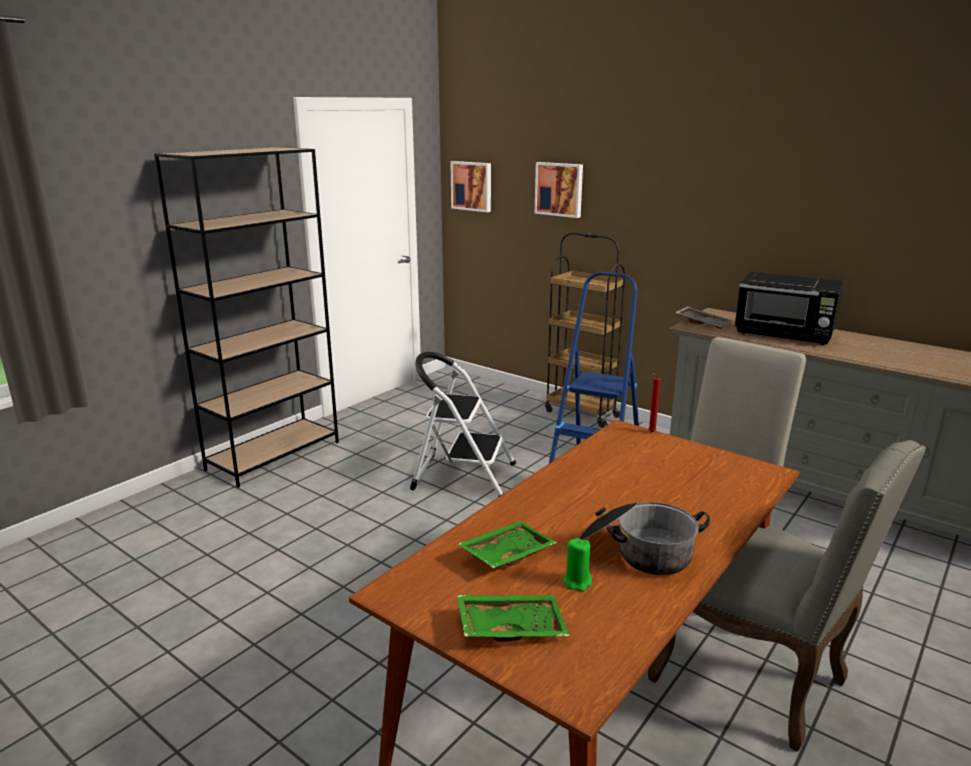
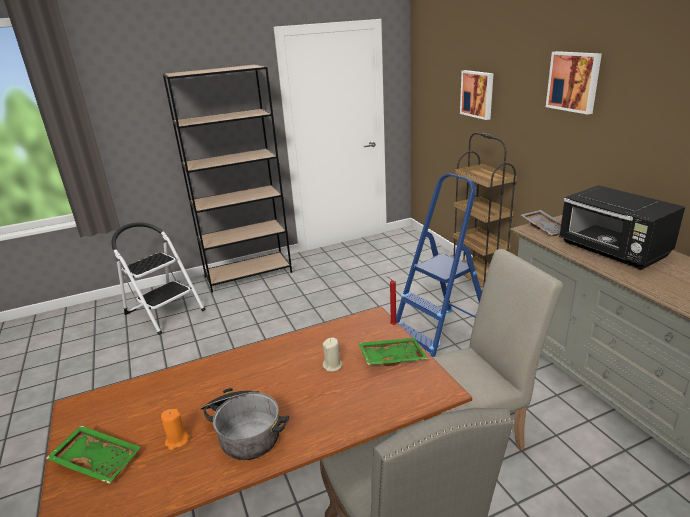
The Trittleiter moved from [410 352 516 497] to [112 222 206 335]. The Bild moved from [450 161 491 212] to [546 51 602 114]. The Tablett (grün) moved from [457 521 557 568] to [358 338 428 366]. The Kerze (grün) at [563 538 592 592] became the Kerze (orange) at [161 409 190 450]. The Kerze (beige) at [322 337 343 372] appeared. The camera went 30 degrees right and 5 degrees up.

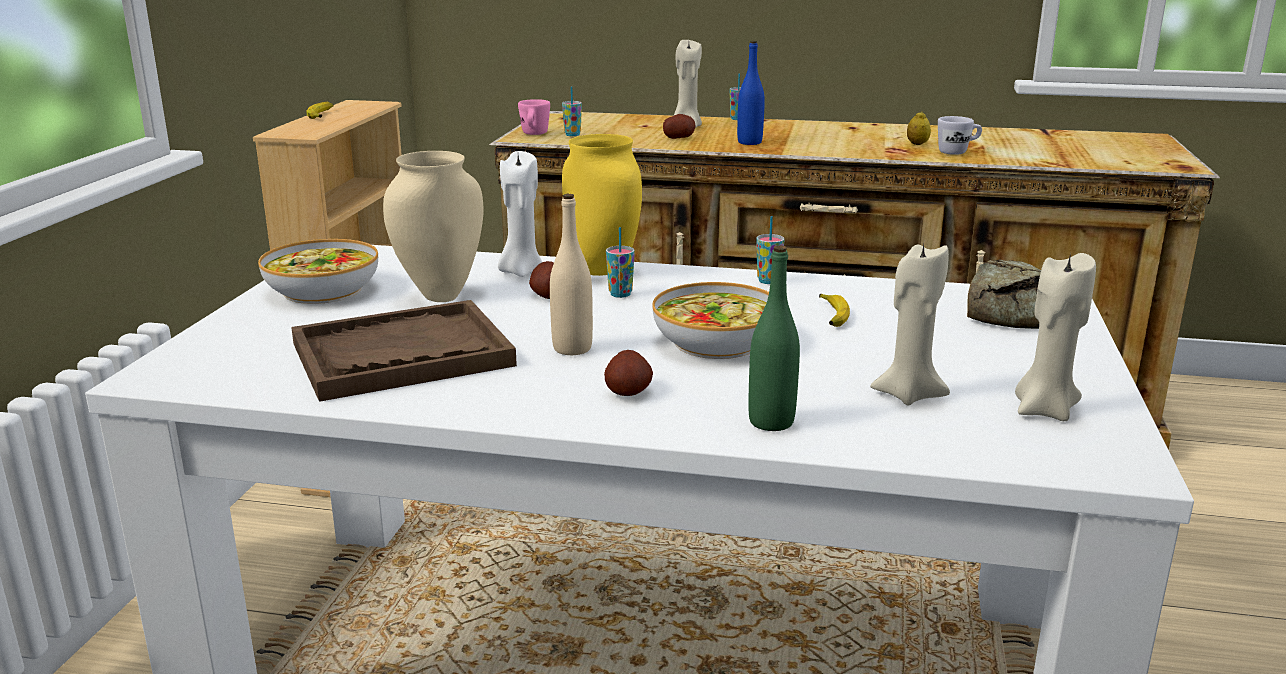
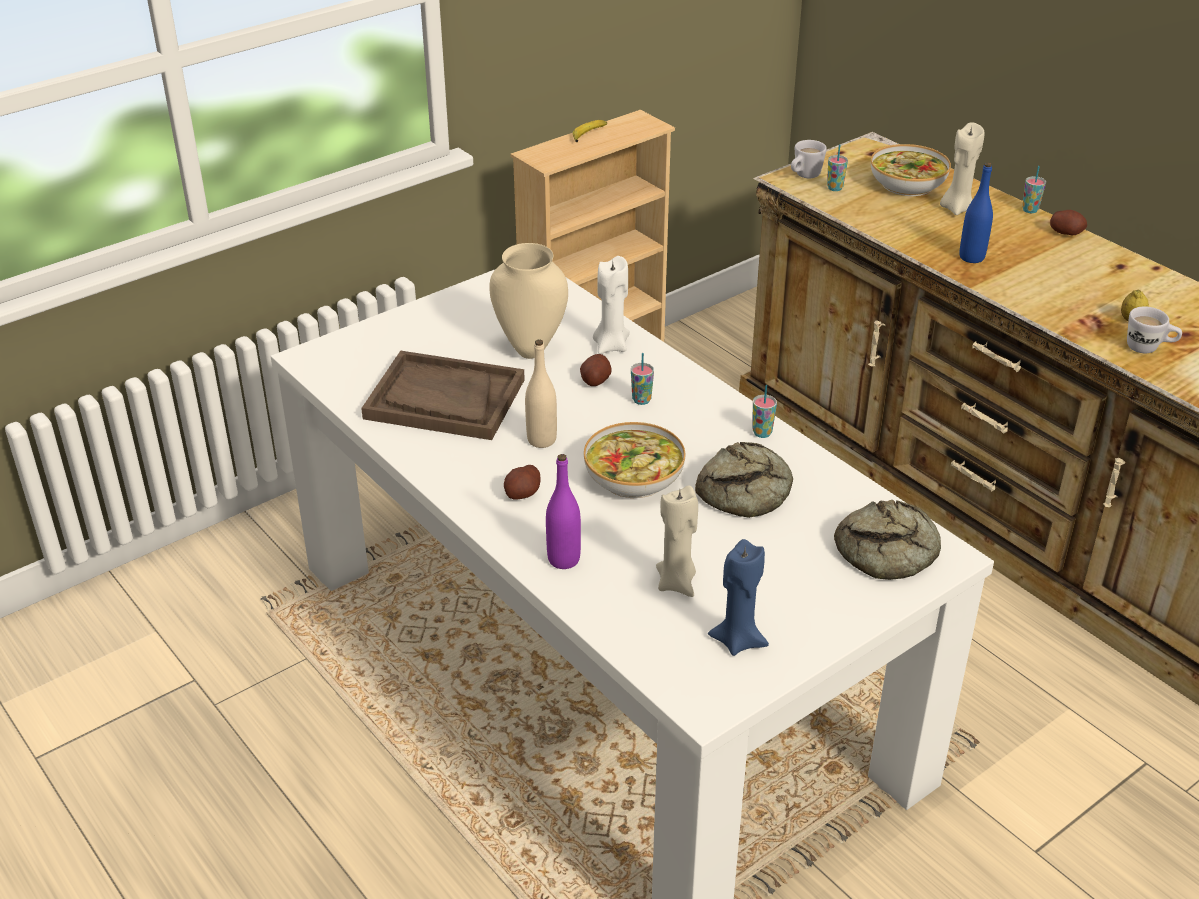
The Schüssel moved from [258 239 378 304] to [871 144 951 196]. The Henkelbecher (rosa) at [518 99 550 135] became the Henkelbecher (weiß) at [791 140 827 178]. The Vase (gelb) at [562 134 642 276] disappeared. The Kartoffel moved from [663 114 695 139] to [1050 210 1087 235]. The Flasche (grün) at [748 245 800 431] became the Flasche (lila) at [546 454 581 569]. The Banane at [819 294 850 327] was replaced by the Brot at [695 442 793 518]. The Kerze (beige) at [1015 253 1096 421] became the Kerze (blau) at [708 539 769 656]. The camera went 40 degrees right and 15 degrees up.

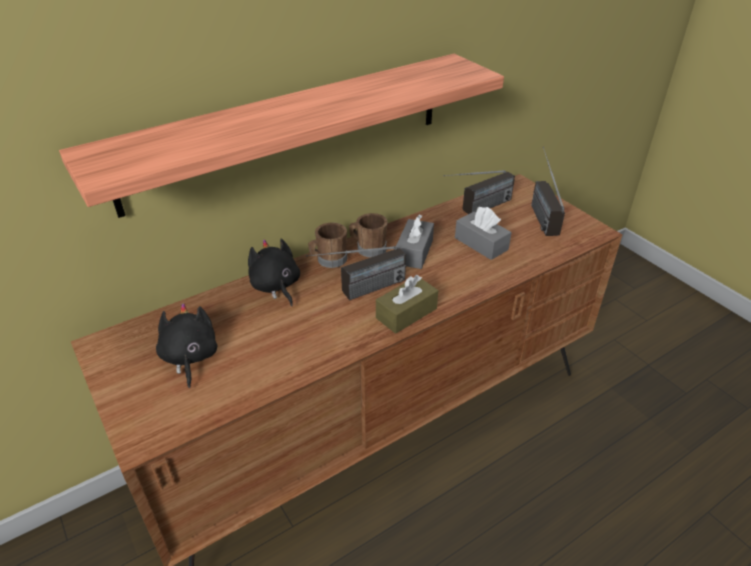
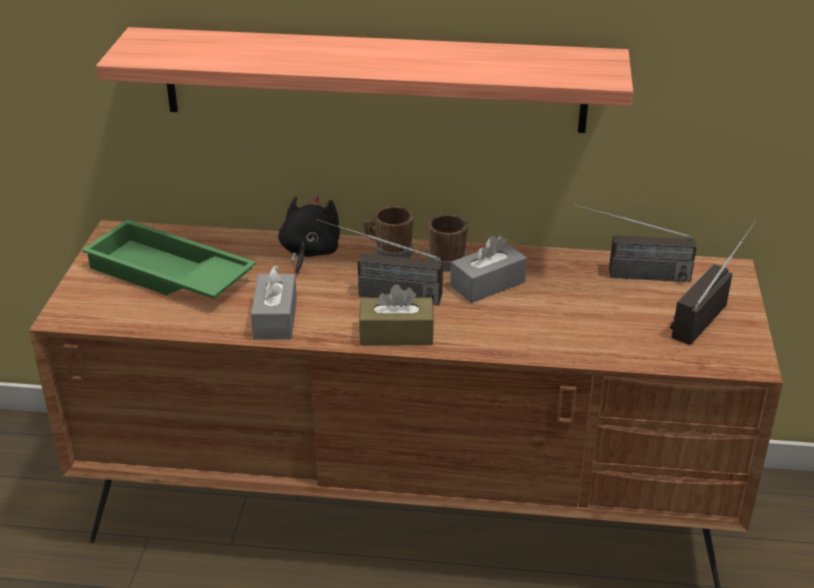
The Plüschtier (schwarz) at [156 303 217 388] was replaced by the Tablett (grün) at [82 220 257 299]. The Taschentuchbox (grau) moved from [455 207 512 260] to [251 265 297 340]. The camera went 40 degrees right and 5 degrees down.

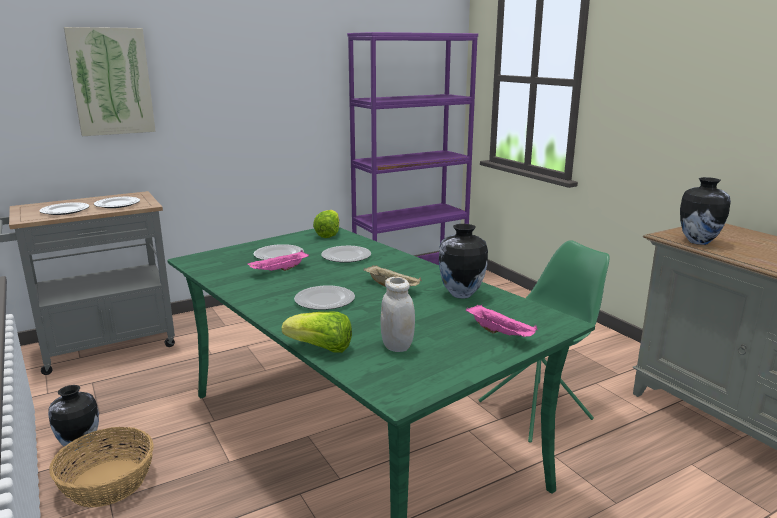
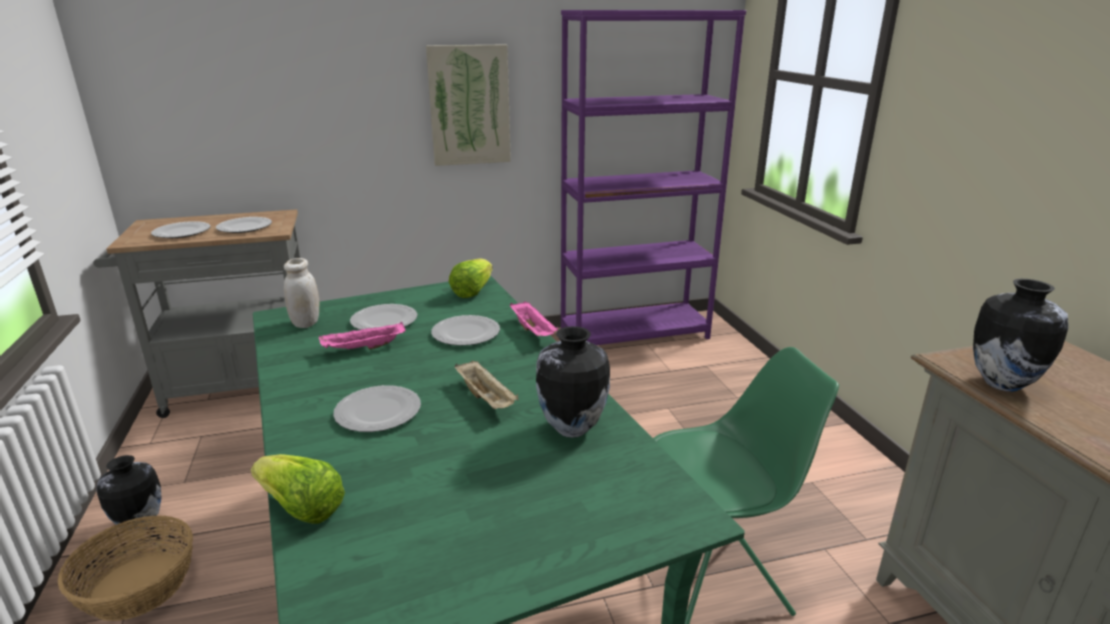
The Bild moved from [64 27 156 136] to [426 44 511 166]. The Vorratsglas (weiß) moved from [381 277 415 352] to [284 258 319 328]. The Tablett (rosa) moved from [466 305 537 337] to [510 301 558 336]. The camera went 15 degrees right and 5 degrees up.

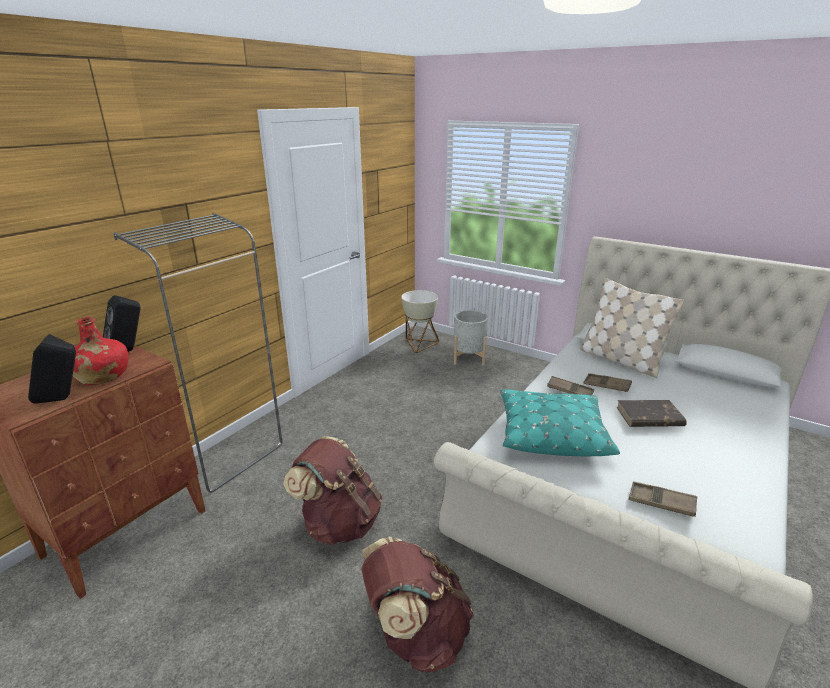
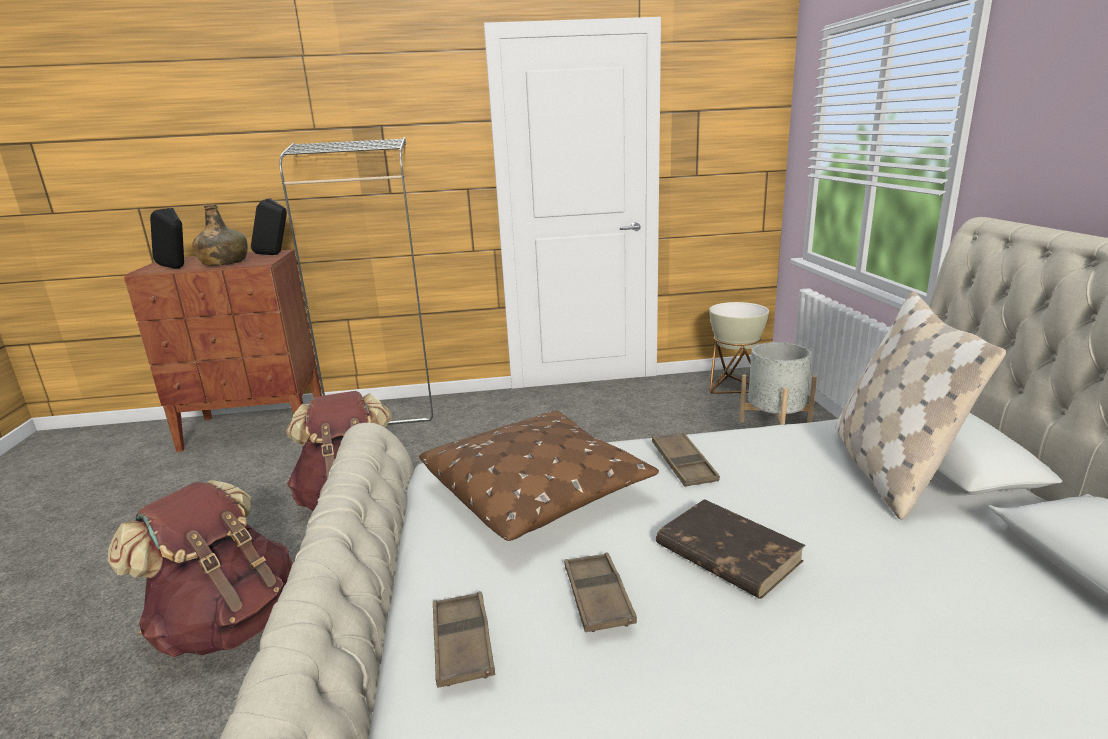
The Flasche (rot) at [73 317 128 385] became the Flasche (grün) at [192 204 248 266]. The Kissen (türkis) at [500 389 620 456] became the Kissen (braun) at [419 410 659 541]. The Tablett (braun) moved from [584 373 632 392] to [564 552 637 632]. The camera went 50 degrees right and 5 degrees down.

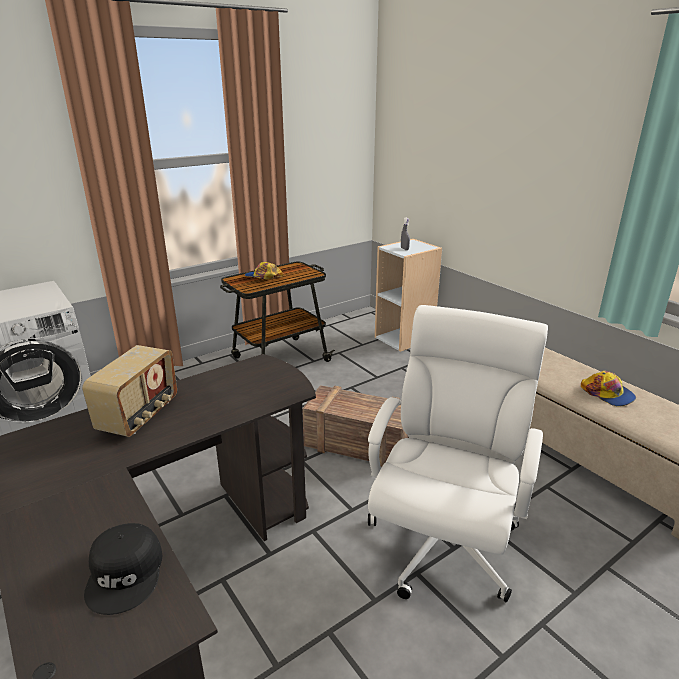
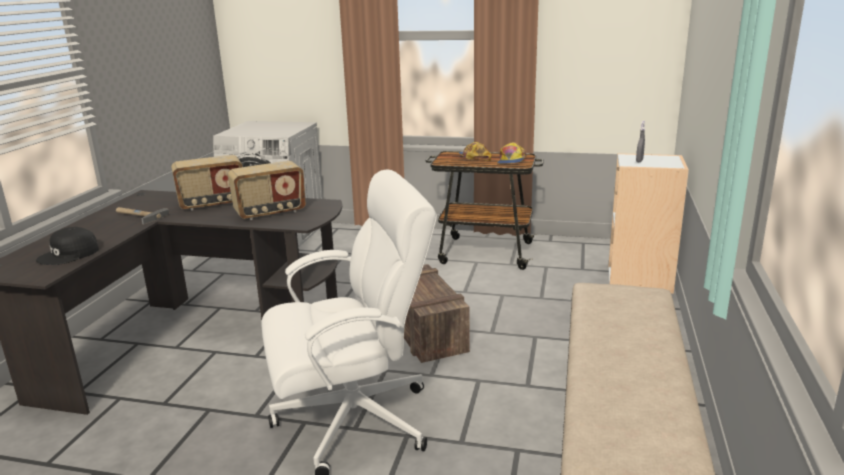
The Kappe moved from [581 371 636 406] to [497 142 527 164]. The Hammer at [116 207 169 225] appeared. The Radio at [228 161 306 220] appeared. The camera went 50 degrees right and 5 degrees down.

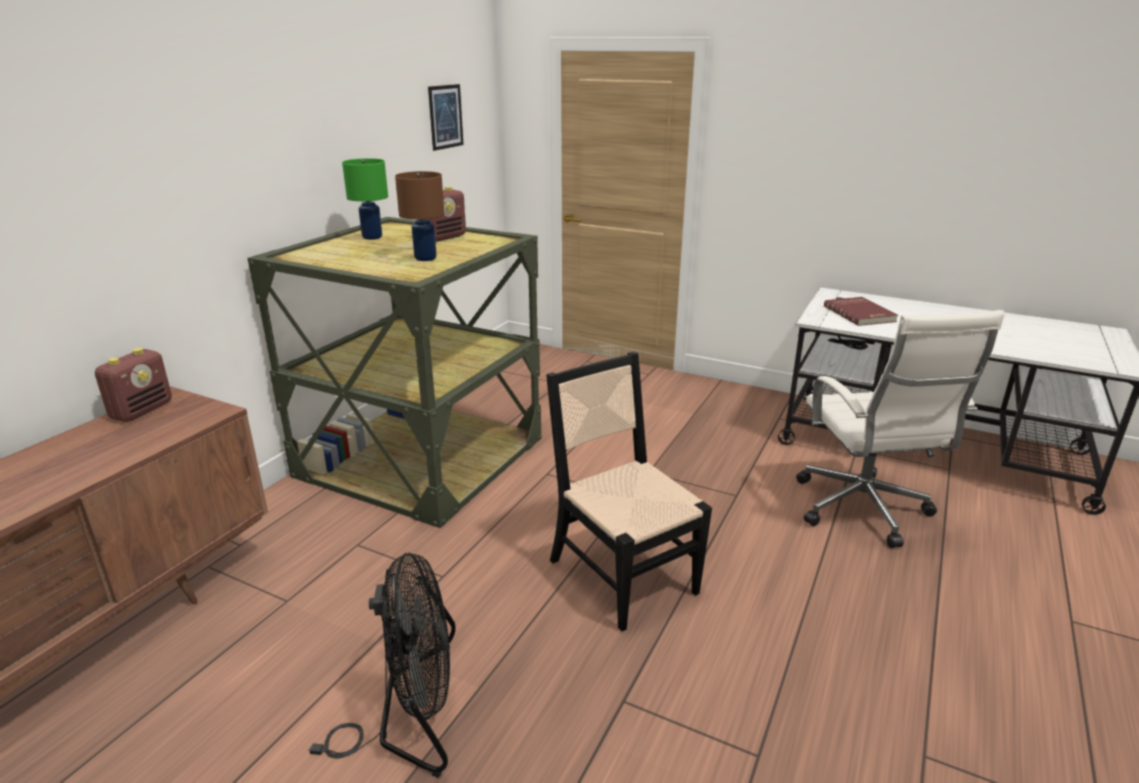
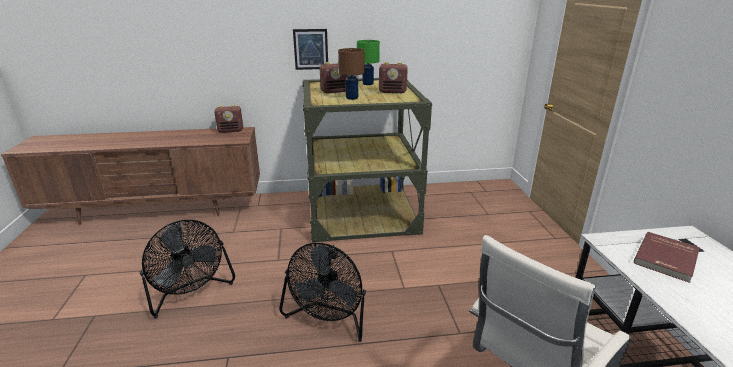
The Bild moved from [428 84 464 151] to [293 29 328 70]. The Stuhl at [546 352 712 631] was replaced by the Ventilator (schwarz) at [279 242 366 342]. The Radio at [320 62 349 93] appeared. The camera went 55 degrees right and 0 degrees up.

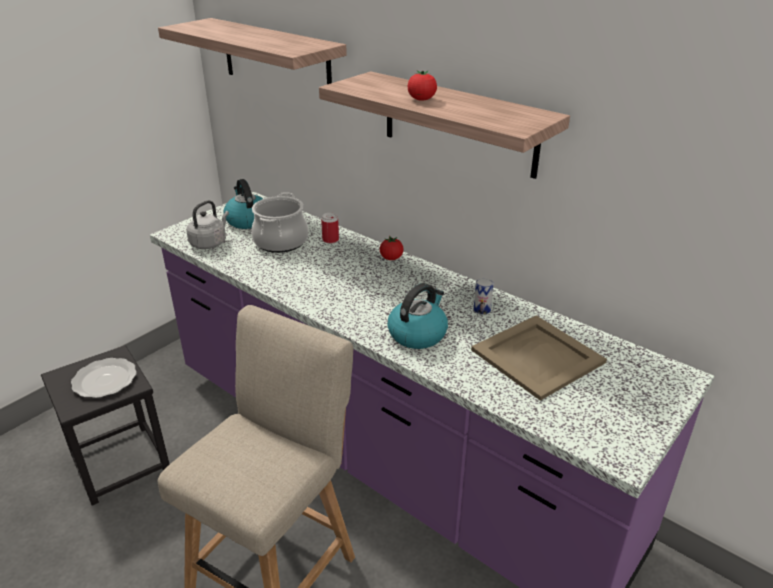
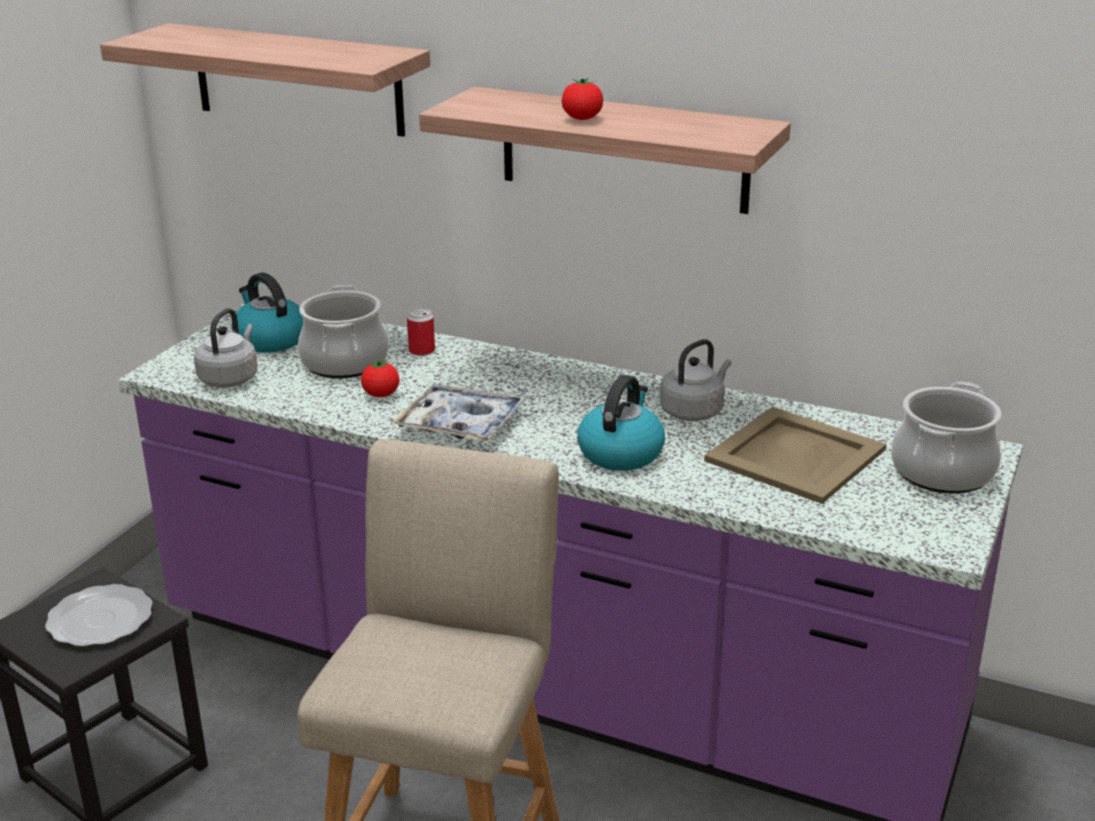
The Tomate moved from [380 236 404 260] to [361 359 400 397]. The Dose at [474 278 494 315] was replaced by the Wasserkessel (grau) at [660 339 731 421]. The Tablett at [391 384 526 442] appeared. The Kochtopf at [891 382 1001 494] appeared. The camera went 15 degrees left and 5 degrees down.

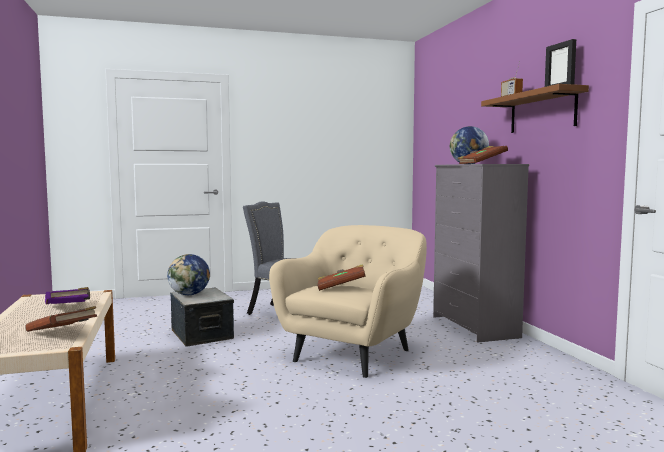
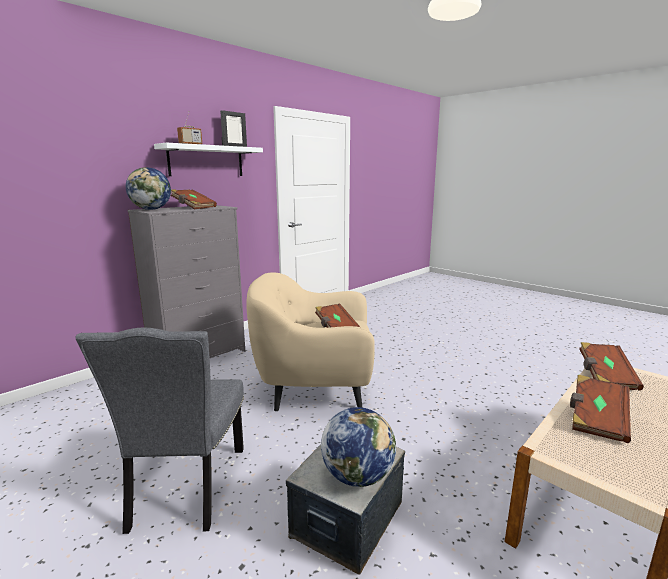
The Buch (lila) at [45 287 90 305] became the Buch (braun) at [570 375 631 443]. The Wandregal (braun) at [481 84 589 133] became the Wandregal (weiß) at [154 143 263 176]. The camera went 120 degrees left and 10 degrees up.

